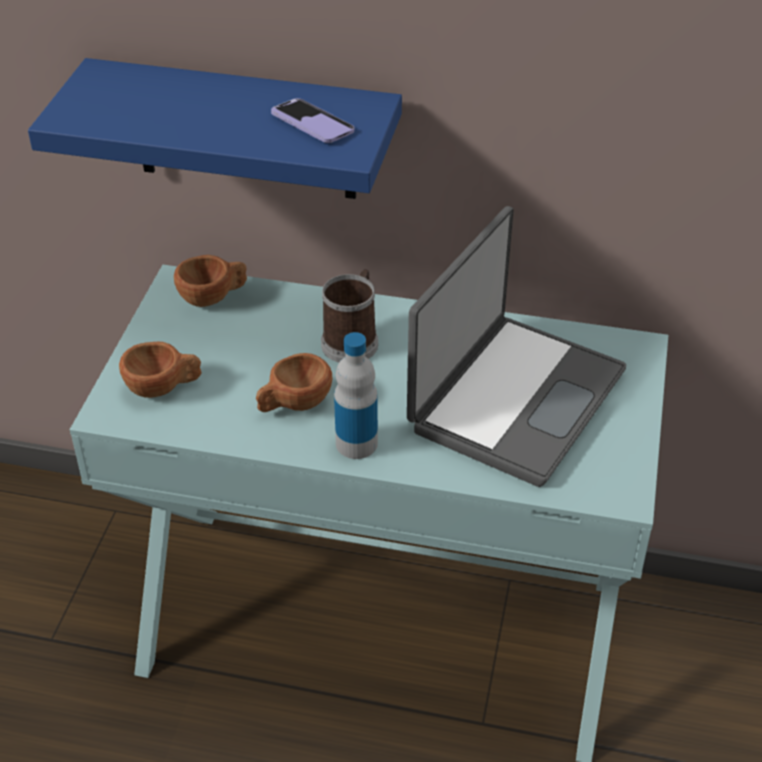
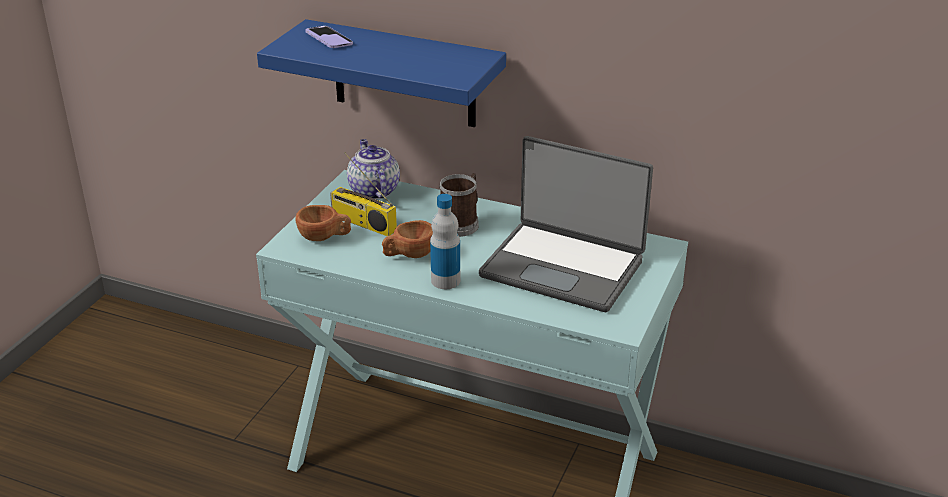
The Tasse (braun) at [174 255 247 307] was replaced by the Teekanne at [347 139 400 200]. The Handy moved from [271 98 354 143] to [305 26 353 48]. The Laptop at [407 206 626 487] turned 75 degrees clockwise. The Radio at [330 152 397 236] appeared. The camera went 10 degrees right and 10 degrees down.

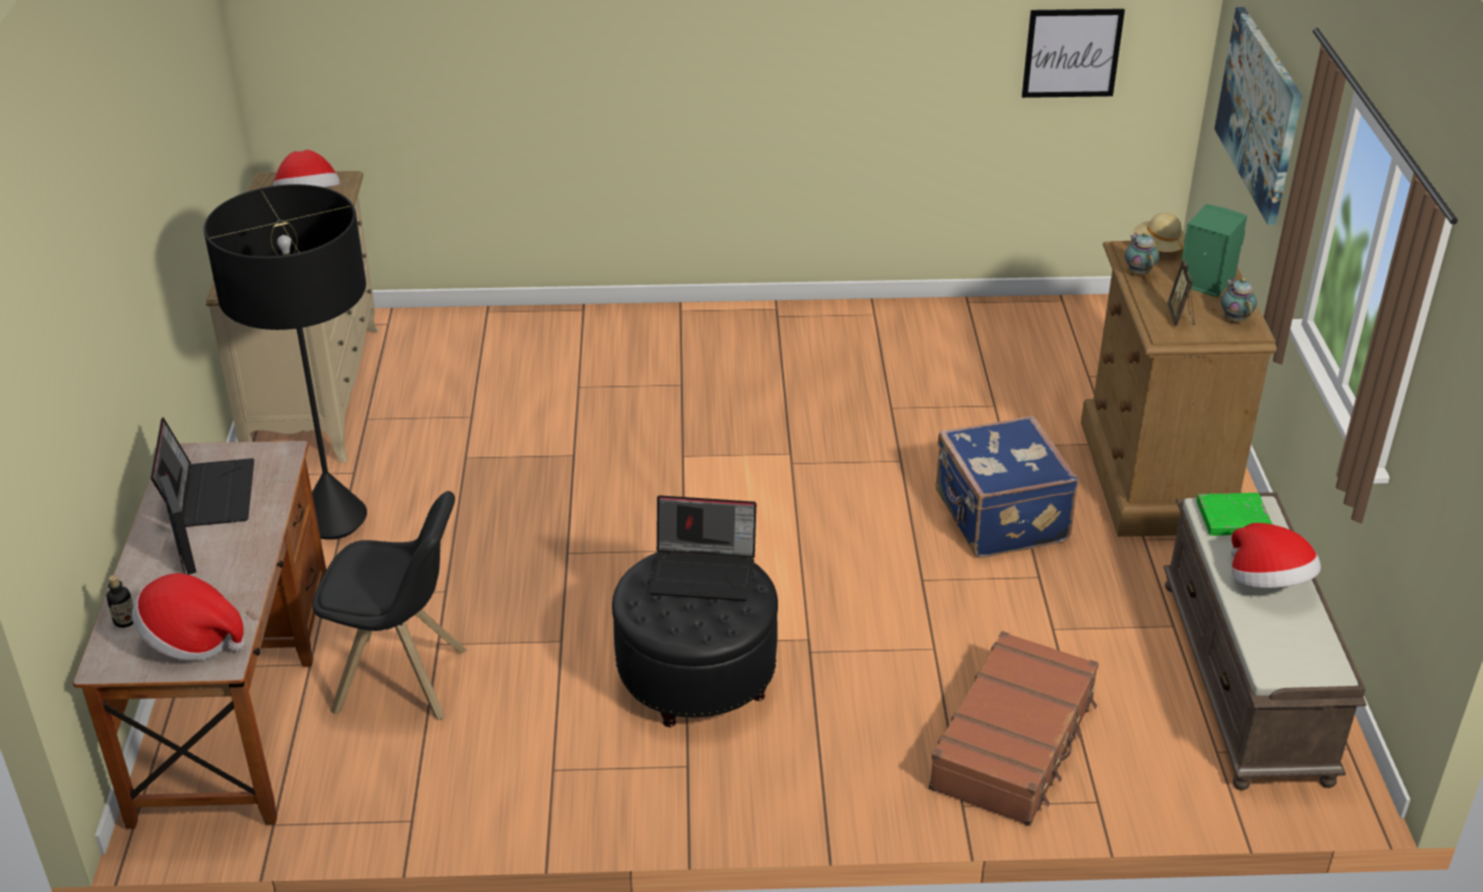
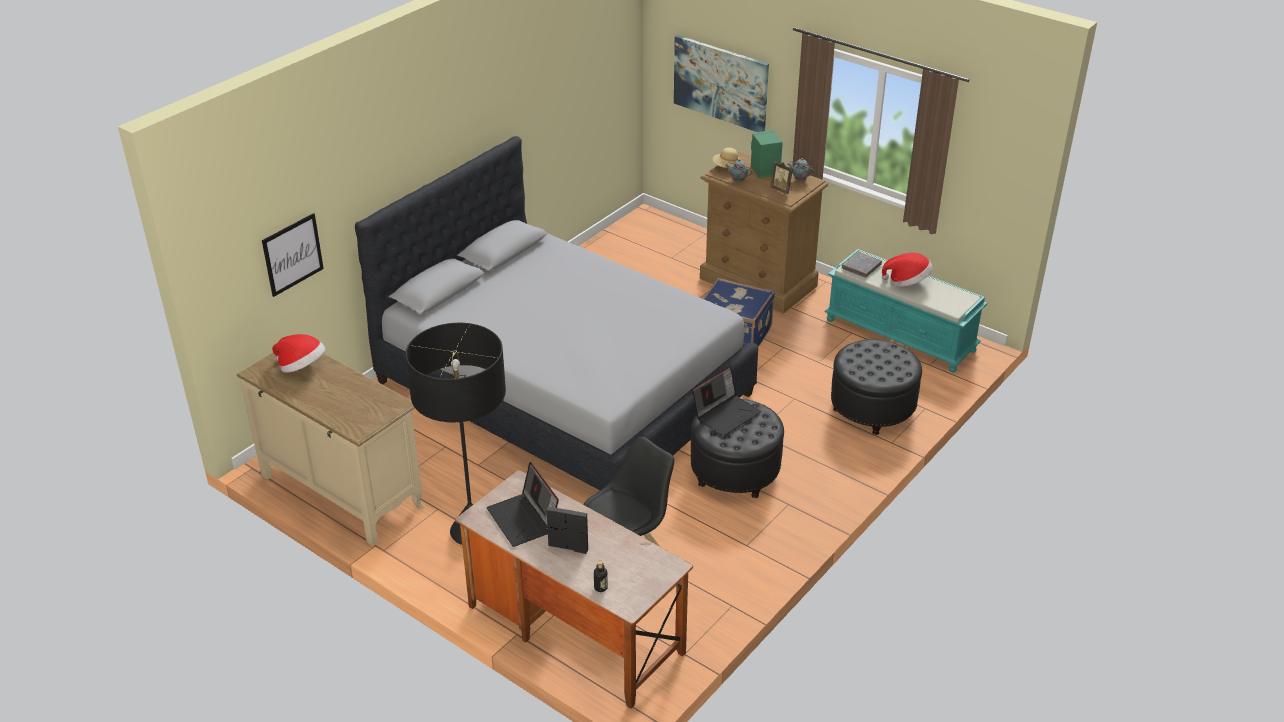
The Hut at [132 573 244 660] disappeared. The Laptop at [151 417 254 527] turned 150 degrees counterclockwise. The Koffer (braun) at [929 631 1099 826] was replaced by the Polsterhocker (schwarz) at [831 339 922 435]. The Bild moved from [1022 9 1125 98] to [262 213 324 297]. The Bank (braun) at [1163 492 1367 790] became the Bank (türkis) at [824 249 988 372]. The Buch (grün) at [1196 493 1273 536] became the Buch (grau) at [842 251 882 278]. The Bett (grau) at [355 136 758 490] appeared. The camera went 50 degrees left and 0 degrees up.

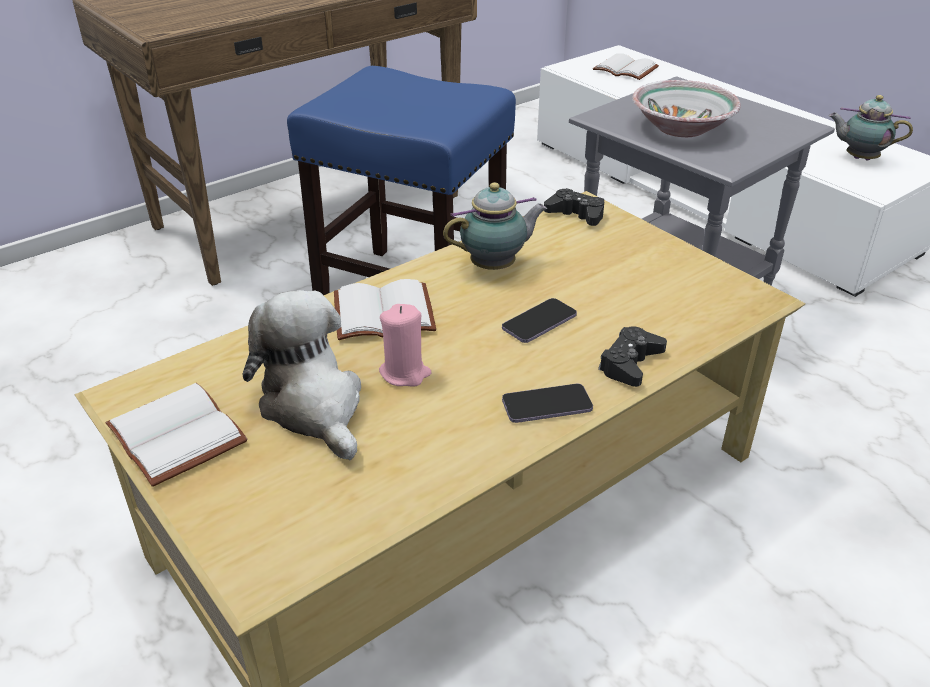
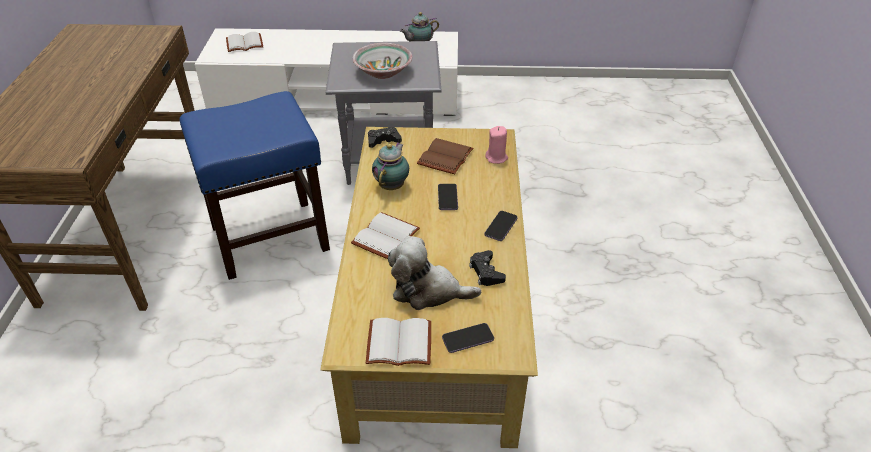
The Kerze (rosa) moved from [379 304 432 387] to [485 126 508 164]. The Gamepad (schwarz) moved from [598 326 667 387] to [469 250 506 286]. The Buch (braun) at [417 138 473 174] appeared. The Handy at [442 323 494 353] appeared. The camera went 50 degrees left and 5 degrees up.

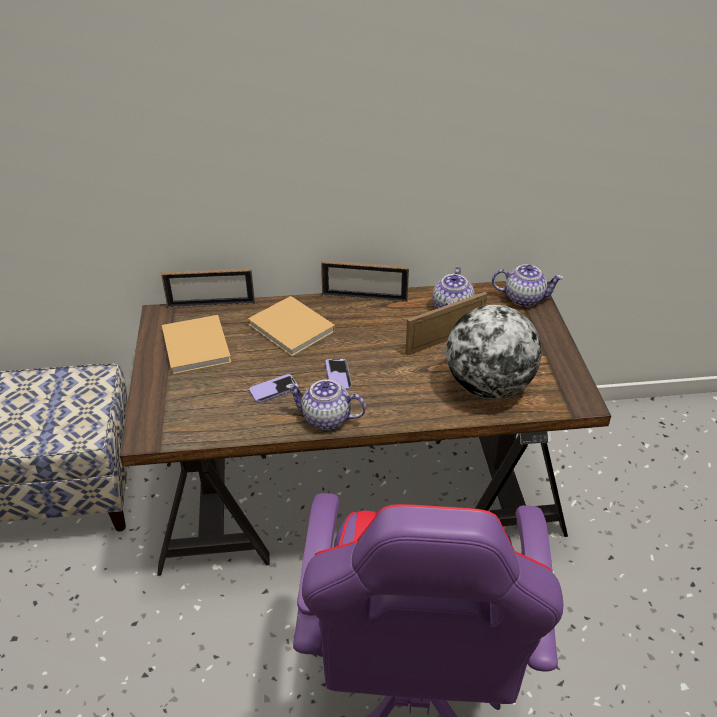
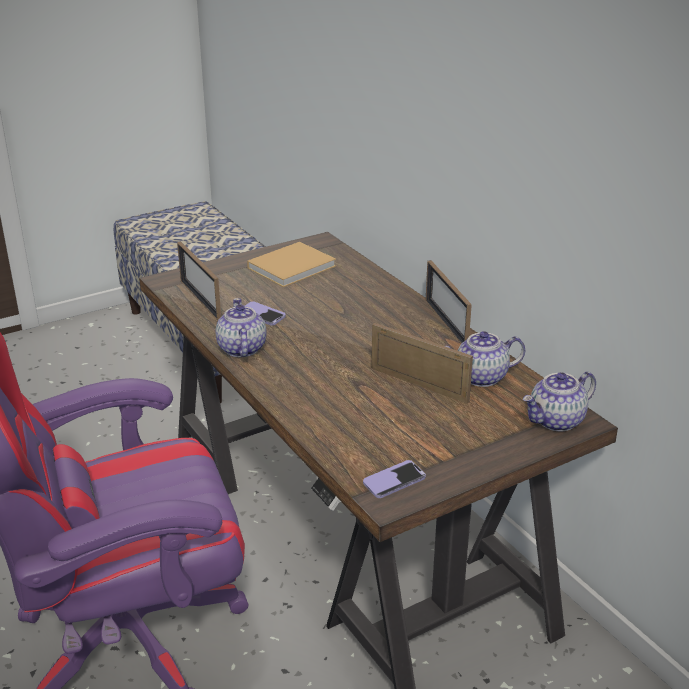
The Bilderrahmen moved from [161 269 255 308] to [177 242 221 321]. The Buch (beige) at [248 296 335 356] disappeared. The Handy moved from [325 359 352 390] to [363 460 426 498]. The Globus at [446 305 542 399] disappeared. The Teekanne at [492 264 563 307] turned 75 degrees clockwise. The camera went 65 degrees right and 10 degrees down.

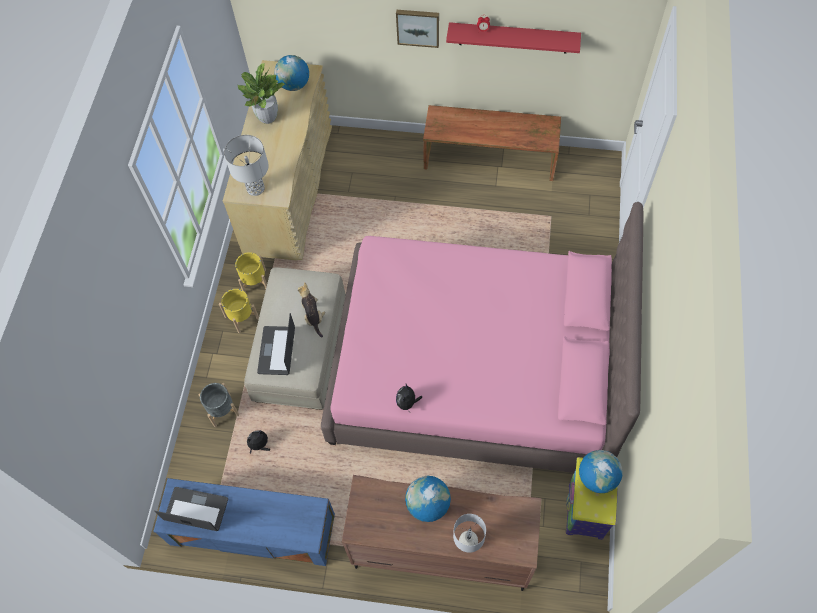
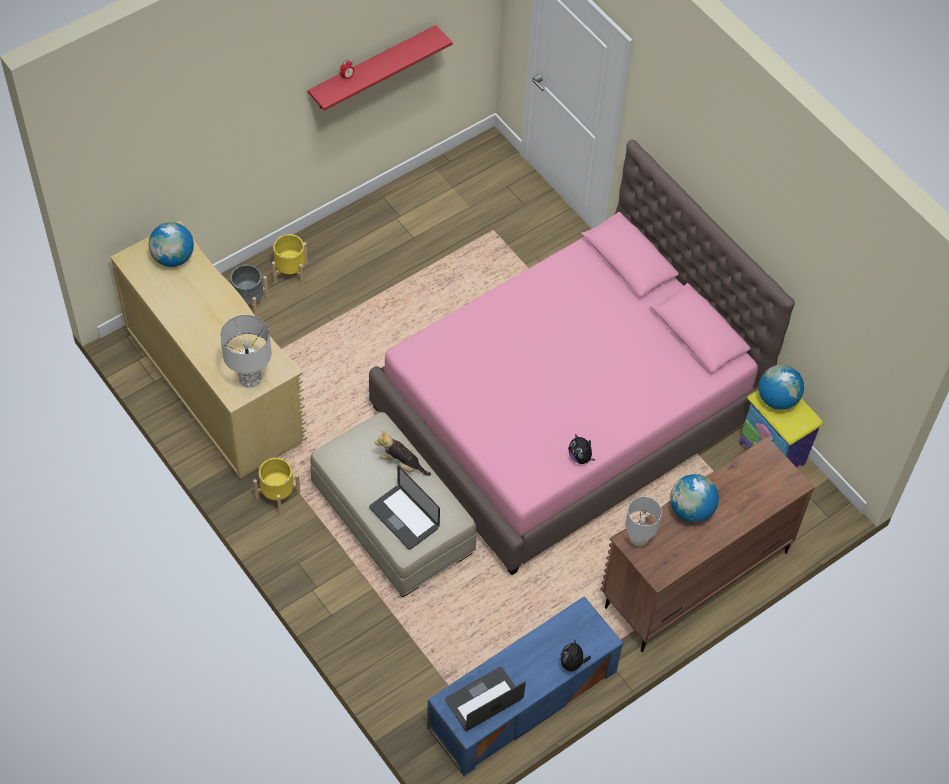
The Pflanzkübel (grau) moved from [199 383 239 427] to [230 265 269 317]. The Pflanzkübel (gelb) moved from [219 289 259 333] to [272 234 308 286]. The Topfpflanze at [238 63 285 124] disappeared. The Plüschtier moved from [247 430 270 453] to [560 639 591 675]. The Bild at [396 10 439 48] disappeared. The Bank (braun) at [423 105 561 181] disappeared. The Tischlampe (grau) moved from [453 514 486 553] to [625 497 662 546]. The camera went 50 degrees left and 5 degrees down.

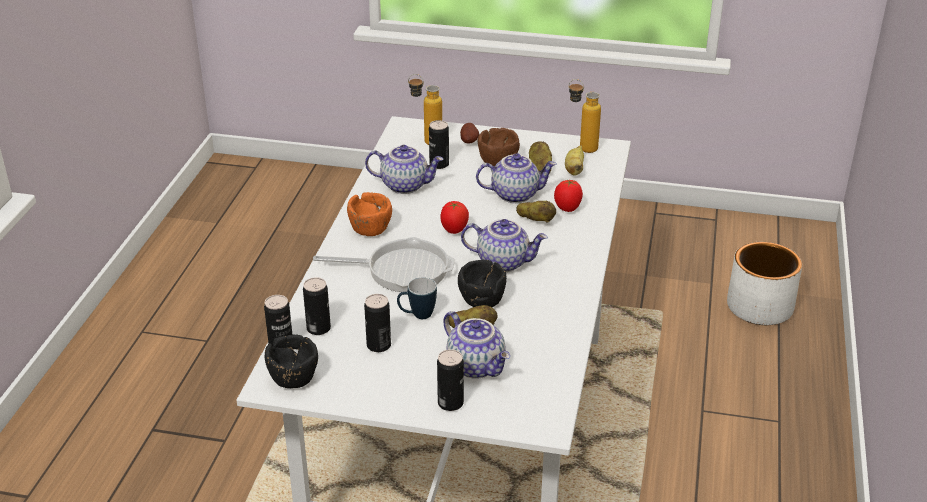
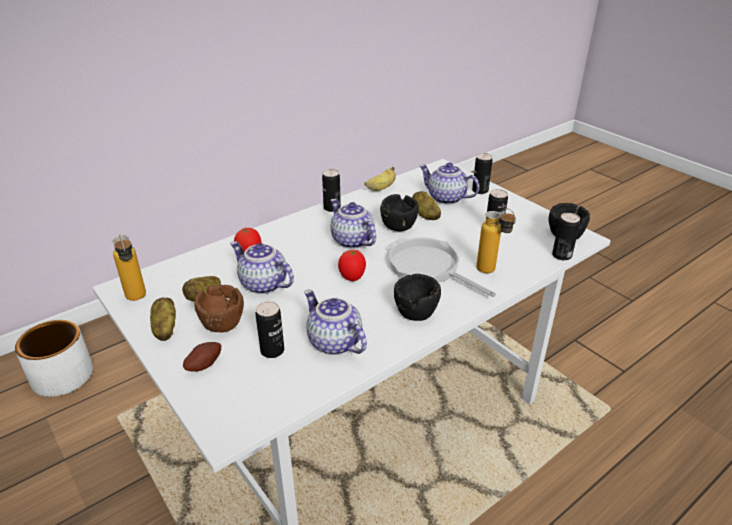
The Dose moved from [303 277 331 335] to [322 169 341 212]. The Schüssel (orange) at [347 192 392 236] became the Schüssel (schwarz) at [394 274 441 321]. The Henkelbecher at [397 277 437 319] disappeared. The Flasche moved from [408 74 442 145] to [476 208 516 273]. The Teekanne at [443 311 510 379] turned 60 degrees counterclockwise. The Kartoffel moved from [516 201 556 223] to [150 298 176 341]. The Banane moved from [565 145 584 176] to [364 167 396 191]. The camera went 140 degrees left and 0 degrees up.

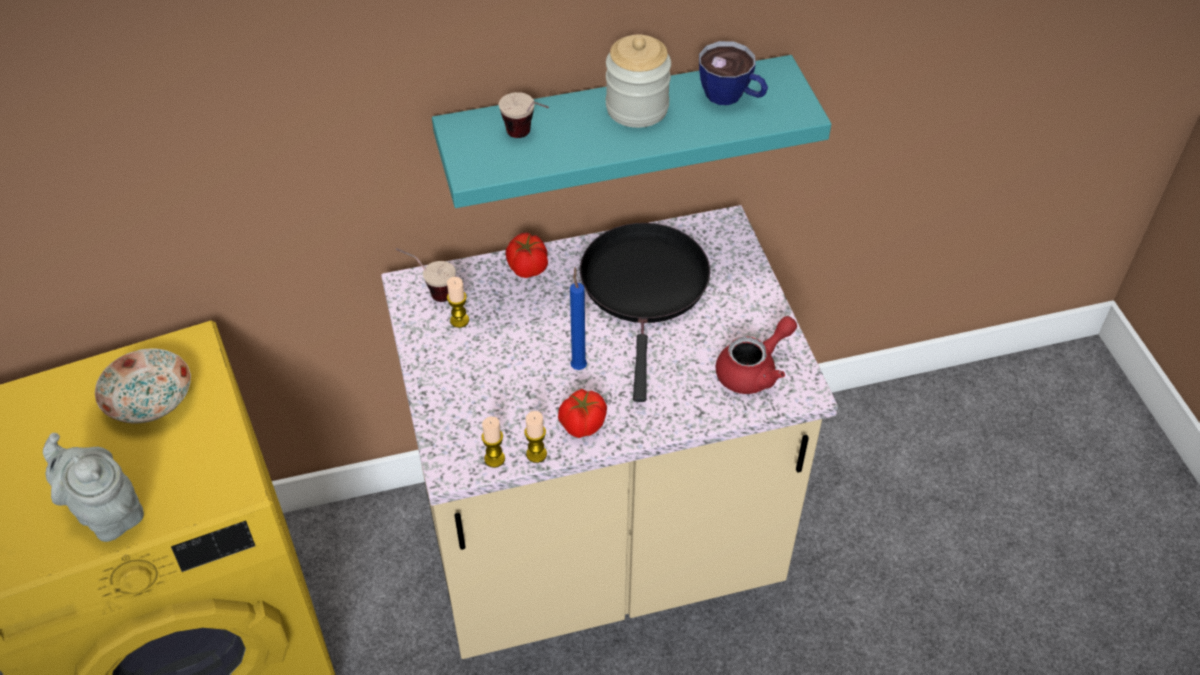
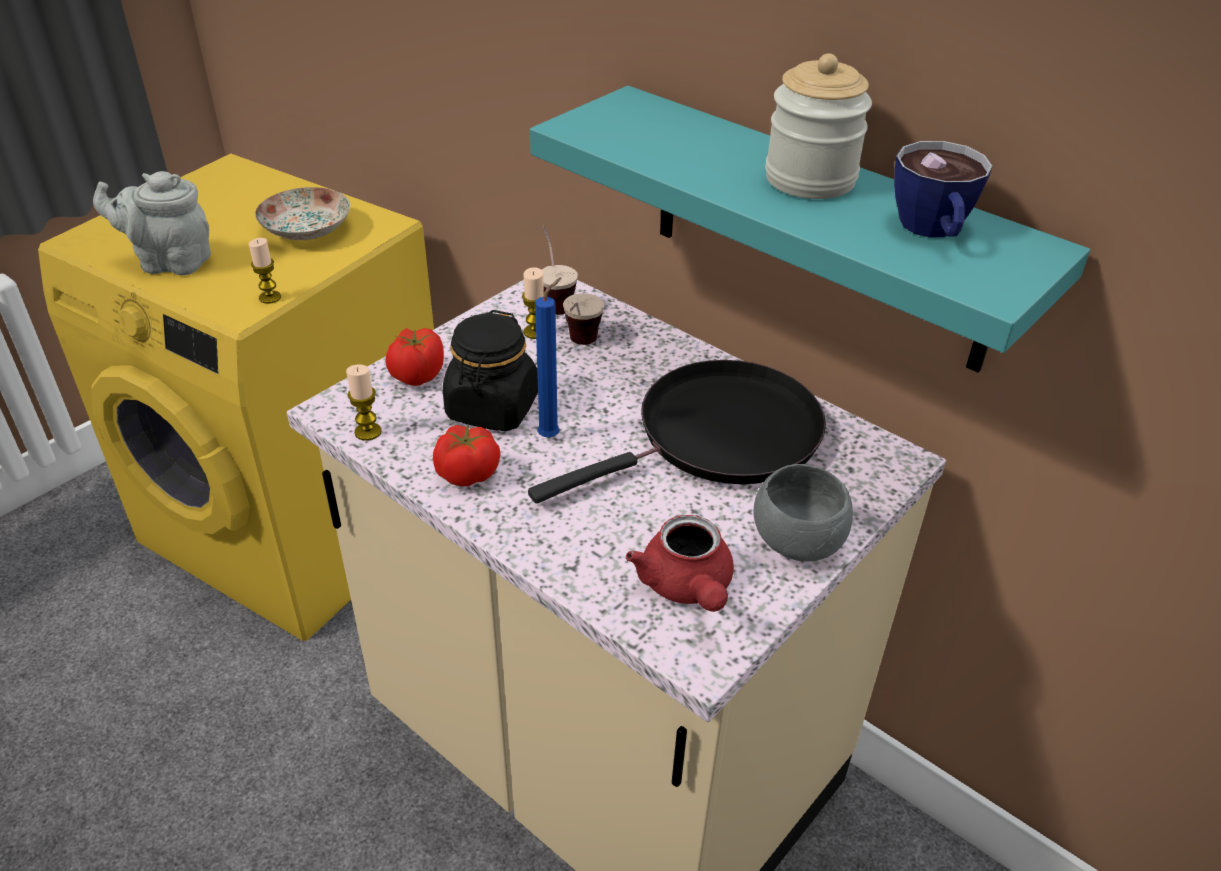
The Teekanne (grau) at [43 433 144 542] turned 90 degrees counterclockwise. The Tasse moved from [499 92 549 138] to [563 293 604 345]. The Tomate moved from [505 233 548 278] to [385 328 444 386]. The Kerze moved from [524 411 547 463] to [249 238 281 304]. The Teekanne (rot) at [716 316 797 394] turned 60 degrees clockwise. The Vorratsglas (schwarz) at [443 310 538 431] appeared. The Schüssel (grau) at [754 464 853 562] appeared. The camera went 55 degrees right and 10 degrees down.

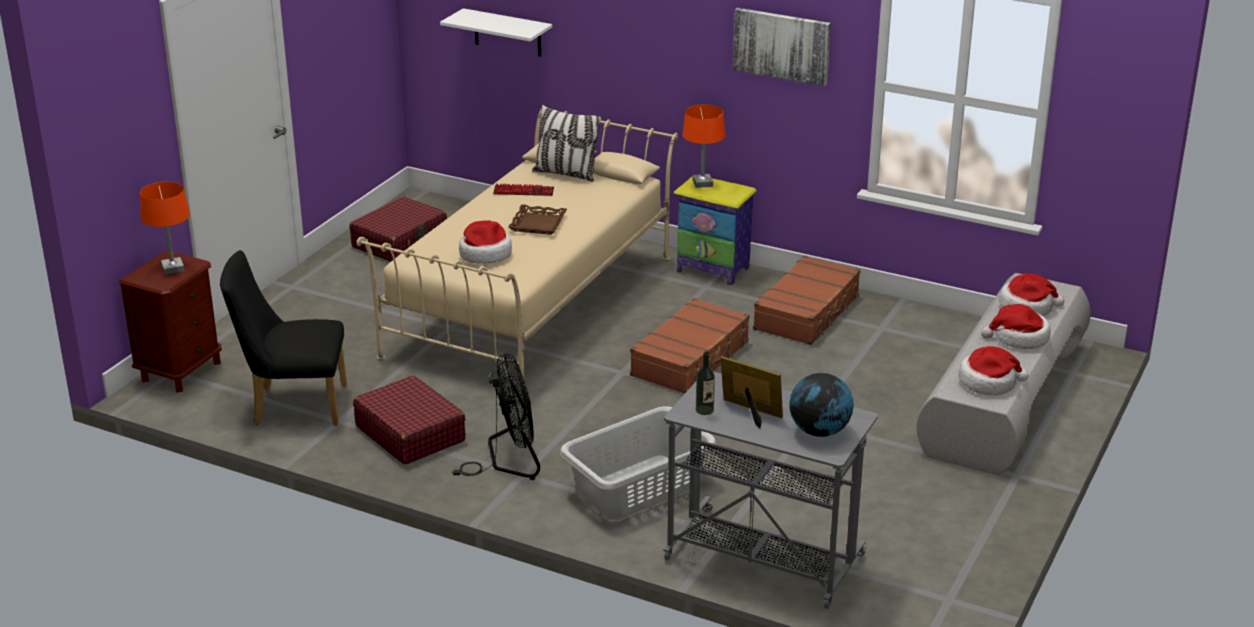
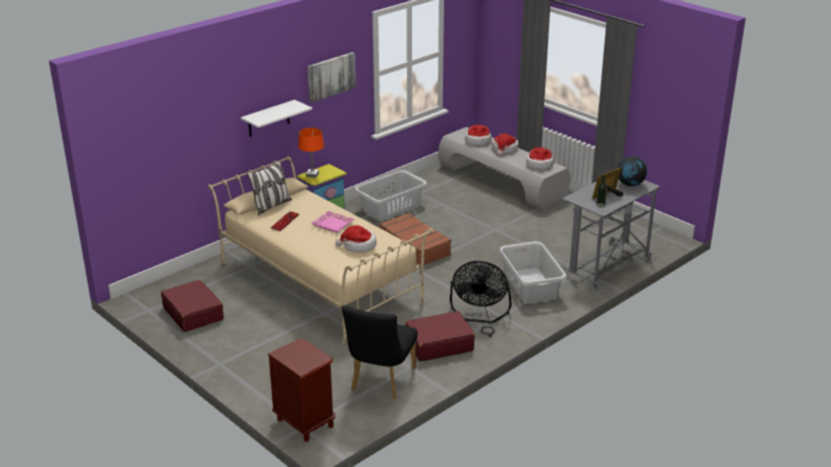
The Tischlampe (orange) at [140 182 190 275] disappeared. The Wandregal (weiß) moved from [440 8 552 57] to [241 100 312 137]. The Tablett (braun) at [508 204 567 235] became the Tablett (rosa) at [311 211 354 233]. The Koffer (braun) at [753 255 860 345] was replaced by the Wäschekorb (grau) at [354 170 427 220]. The camera went 70 degrees left and 0 degrees up.

